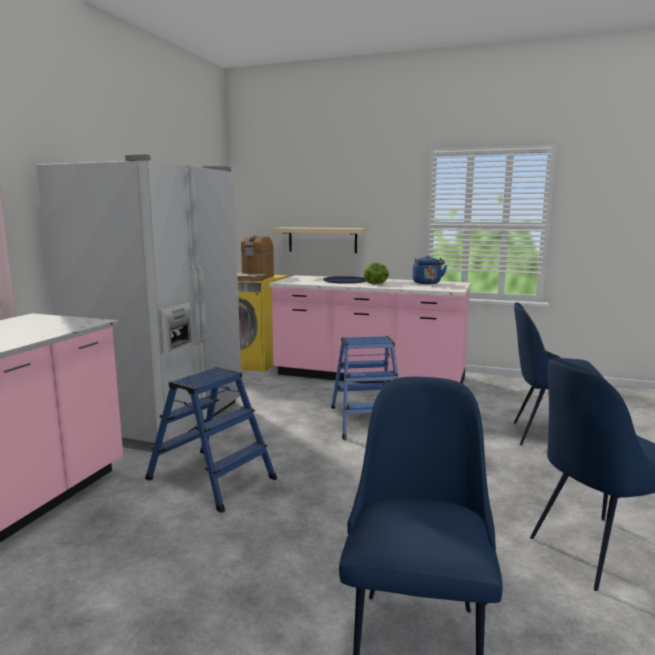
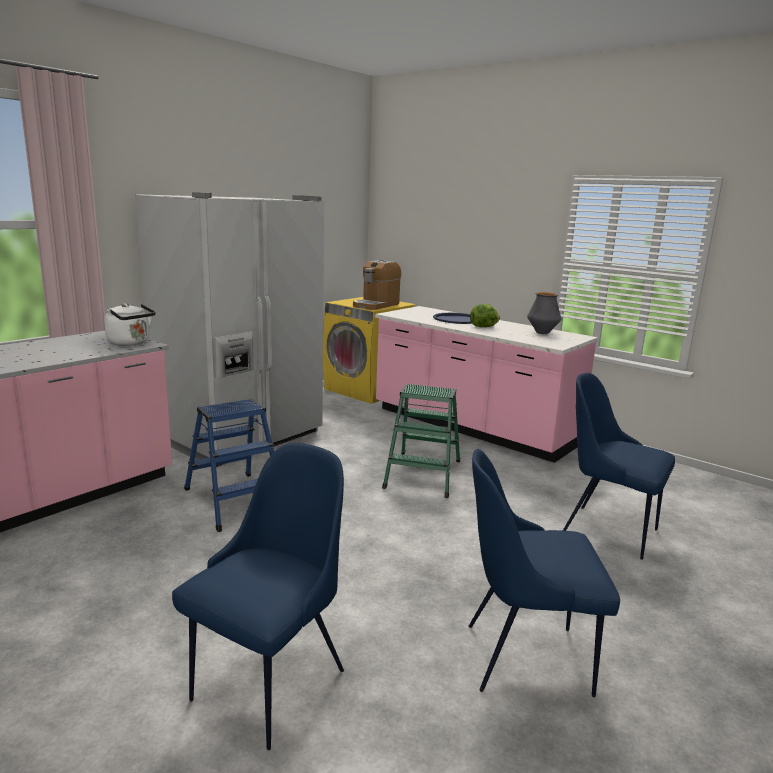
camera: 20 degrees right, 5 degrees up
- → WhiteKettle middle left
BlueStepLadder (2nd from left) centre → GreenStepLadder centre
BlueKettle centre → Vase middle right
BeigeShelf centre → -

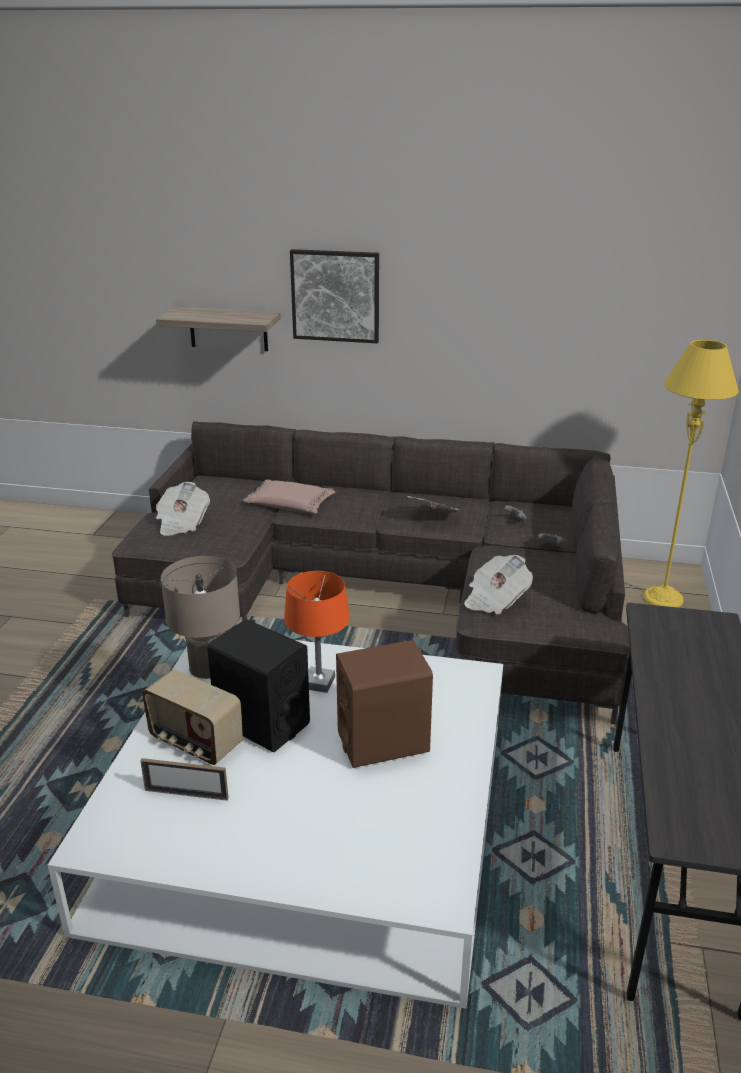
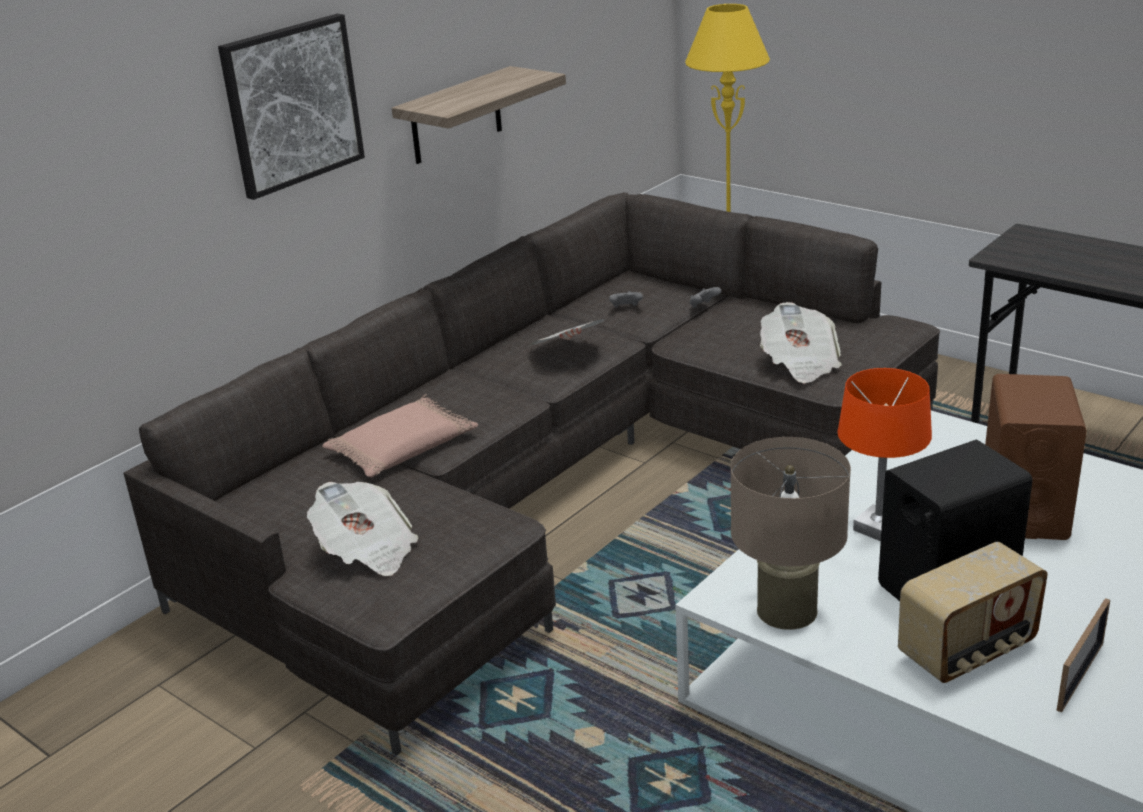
camera: 60 degrees left, 0 degrees up
Shelf top left → Shelf top centre, moved

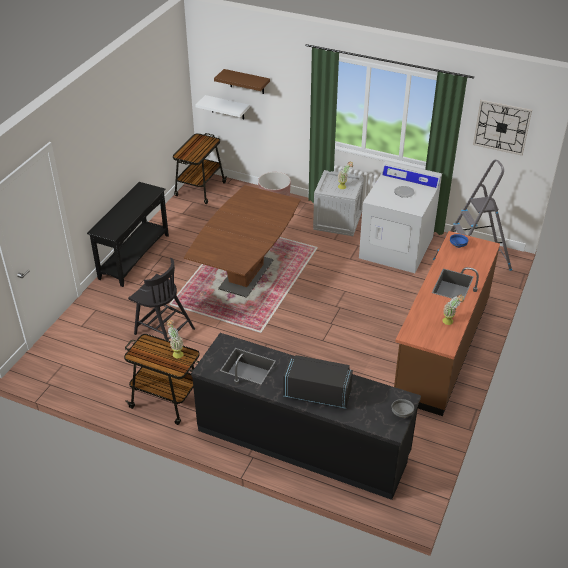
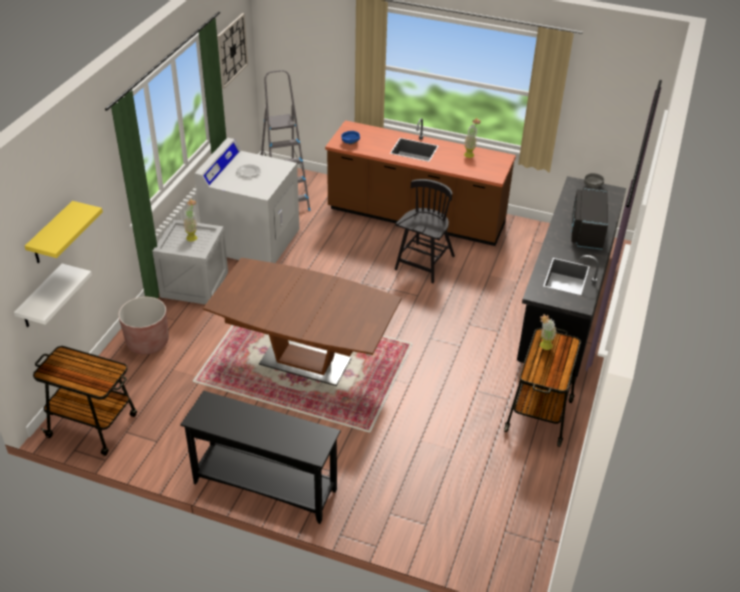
camera: 95 degrees left, 0 degrees up
BrownShelf top centre → YellowShelf middle left
BlackChair middle left → BlackChair centre, moved

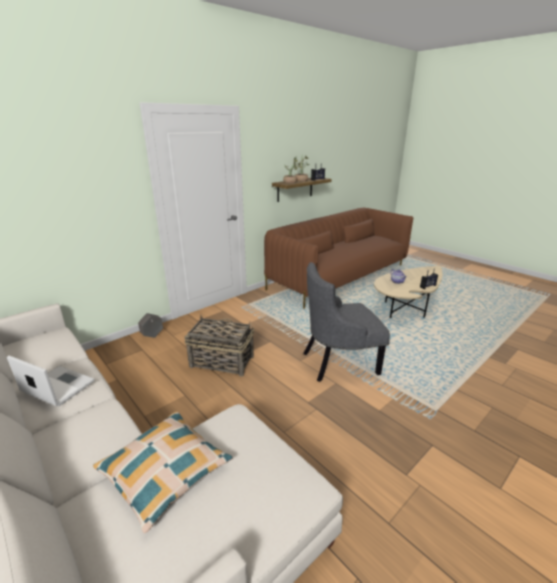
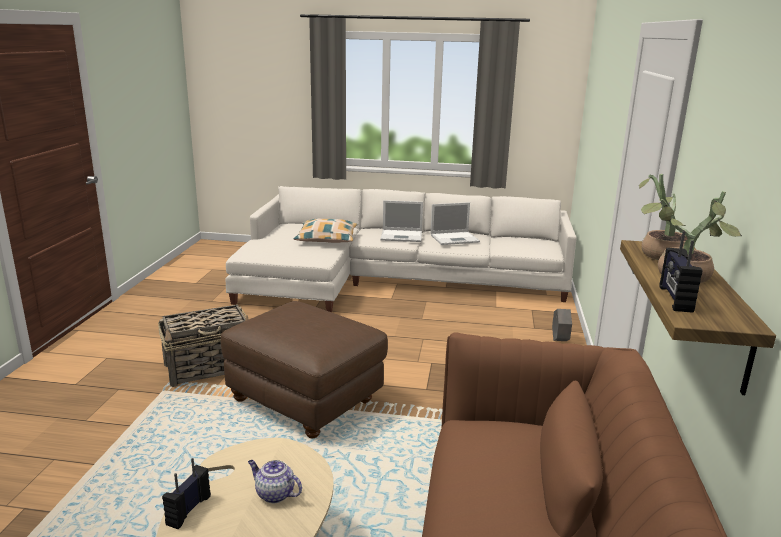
camera: 140 degrees right, 5 degrees down
Basket centre → Basket middle left, moved
GreyArmchair centre → BrownOttoman bottom centre
- → Laptop (1st from left) centre

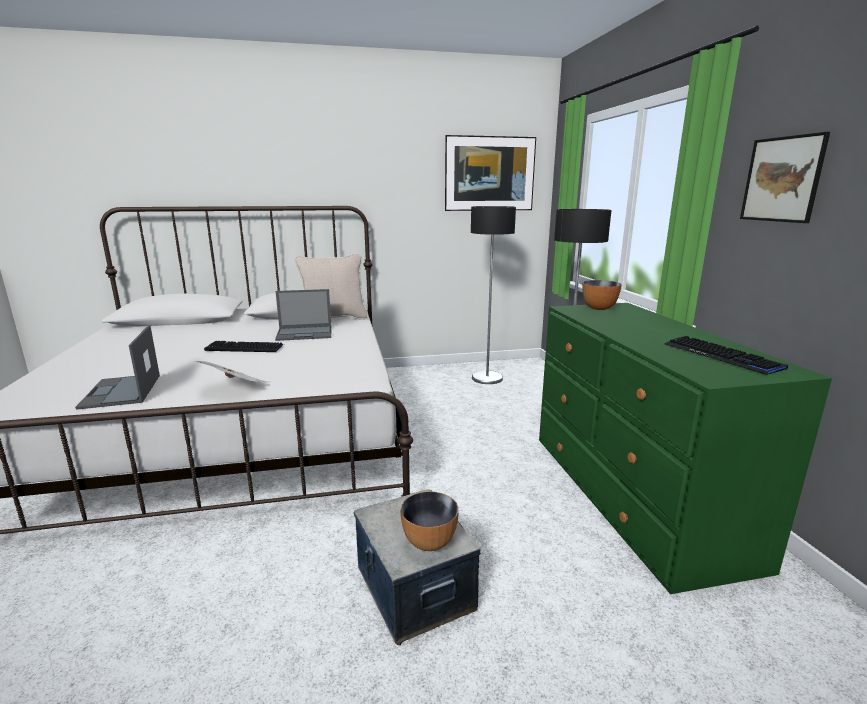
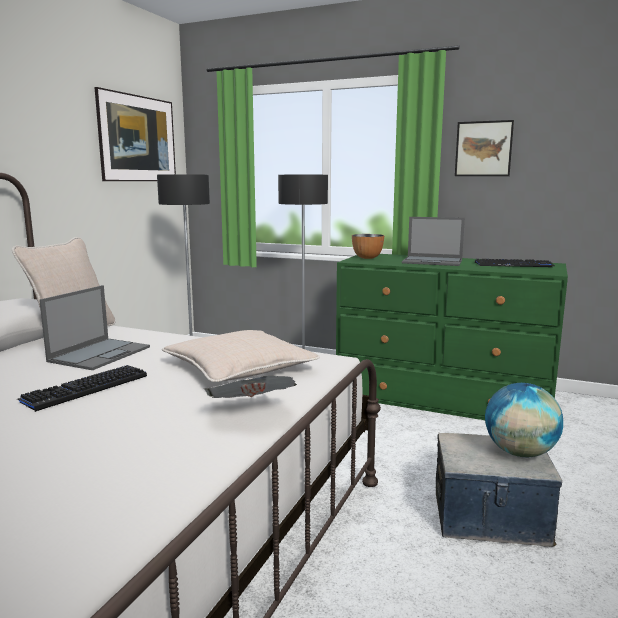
camera: 55 degrees left, 5 degrees down
- → BeigePillow (2nd from left) centre
Laptop (1st from left in the first image) middle left → Laptop (2nd from left) middle right, moved
Bowl (1st from left) bottom centre → Globe bottom right

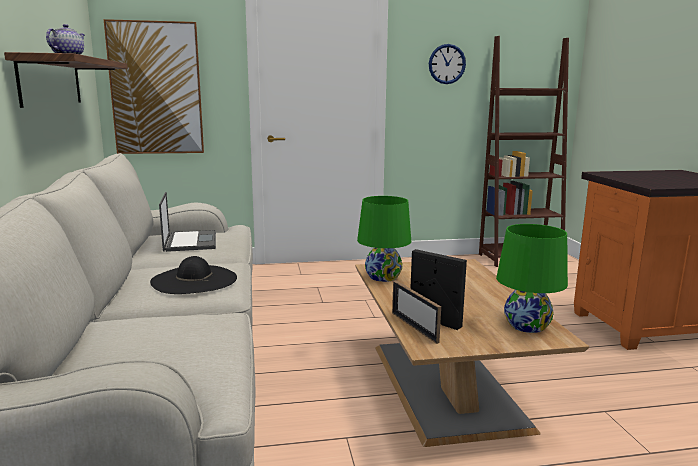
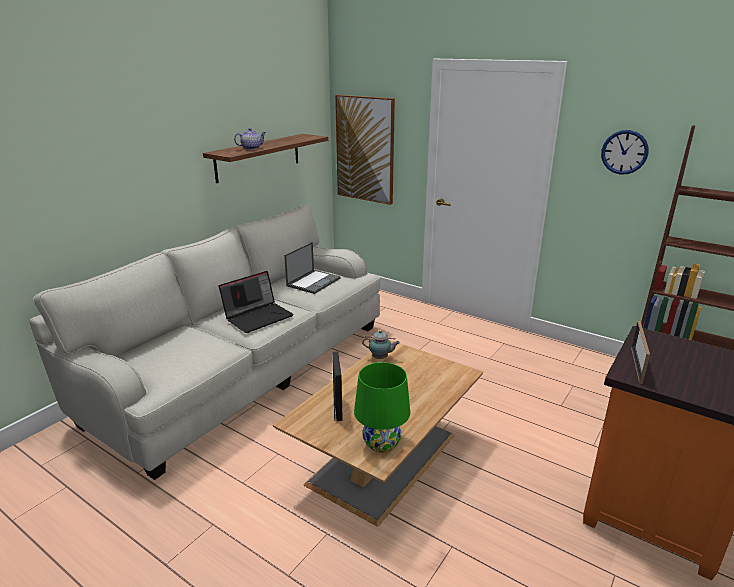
camera: 45 degrees right, 10 degrees up
BlackHat middle left → Laptop (1st from left) centre
GreenTableLamp (1st from left) centre → Teapot (2nd from left) centre
PictureFrame (1st from left in the first image) bottom centre → PictureFrame (2nd from left) middle right, moved

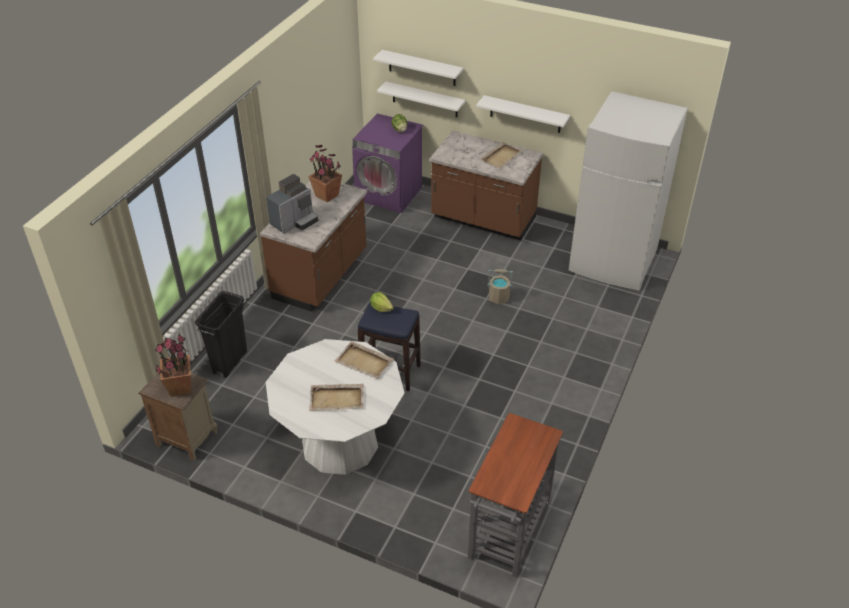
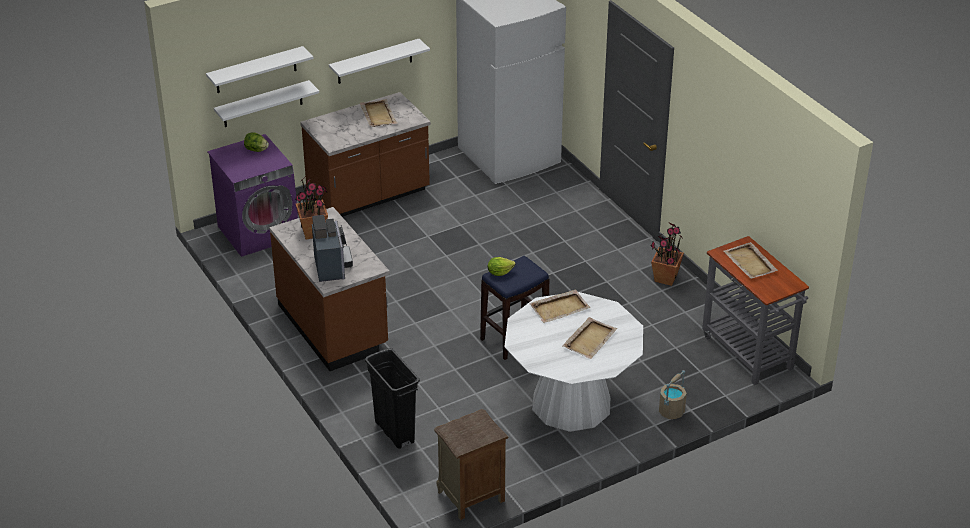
camera: 55 degrees left, 5 degrees down
PottedPlant (1st from left in the first image) middle left → PottedPlant (2nd from left) middle right, moved
BeigeBucket centre → BeigeBucket bottom right, moved
- → BeigeTray (4th from left) middle right

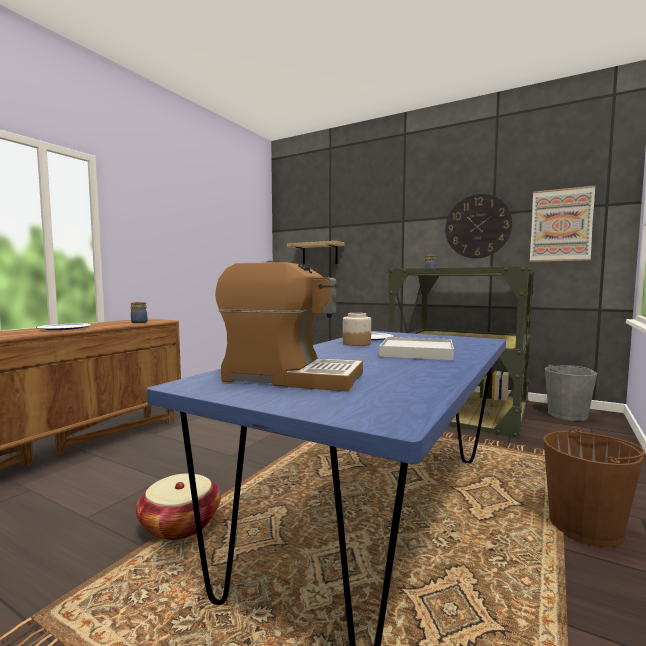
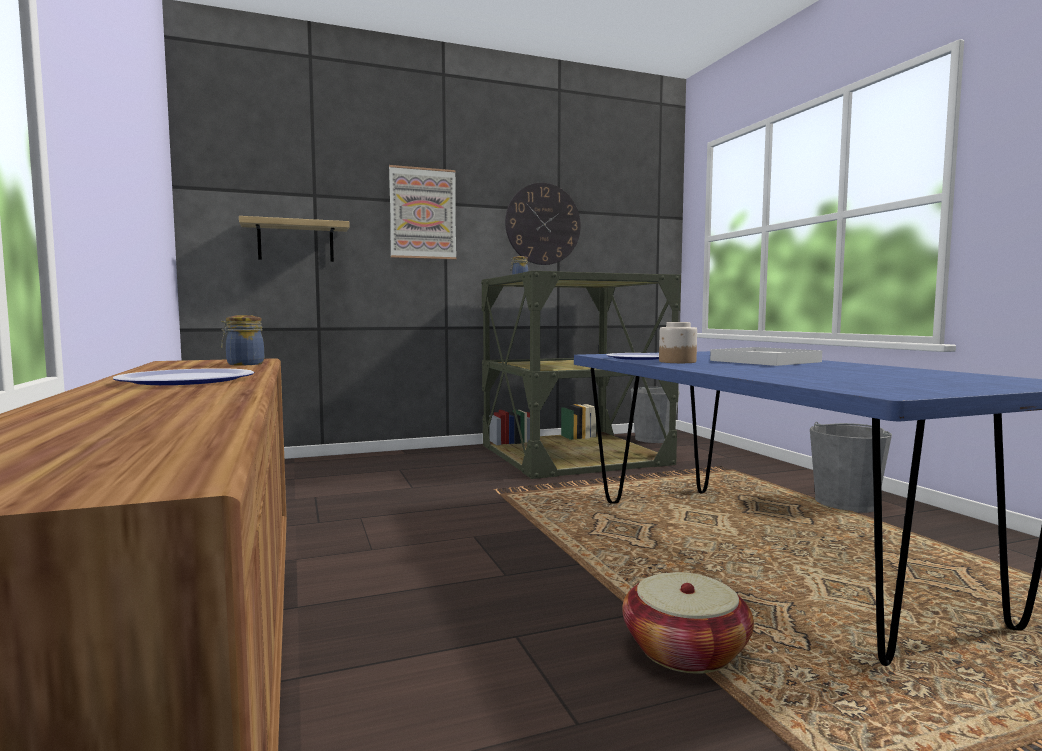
camera: 50 degrees left, 0 degrees up
Picture middle right → Picture top centre, moved
BrownBucket bottom right → GreyBucket (2nd from left) middle right
CoffeeMachine centre → -

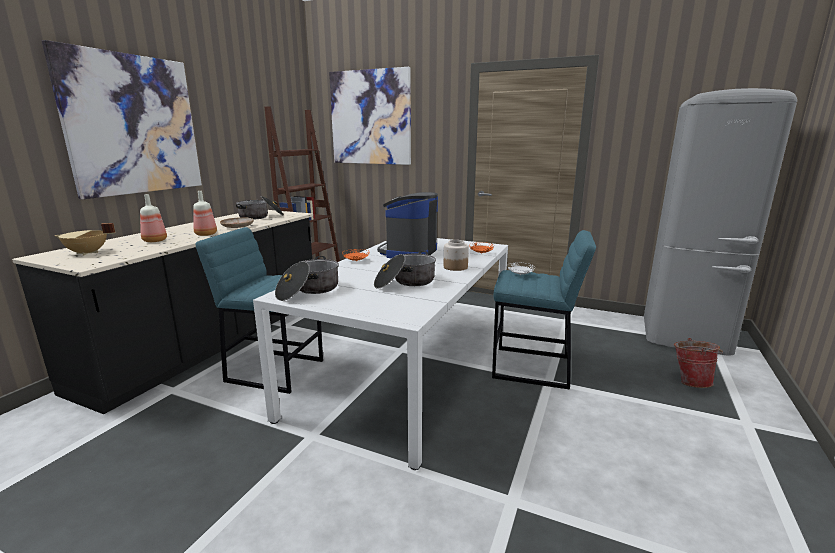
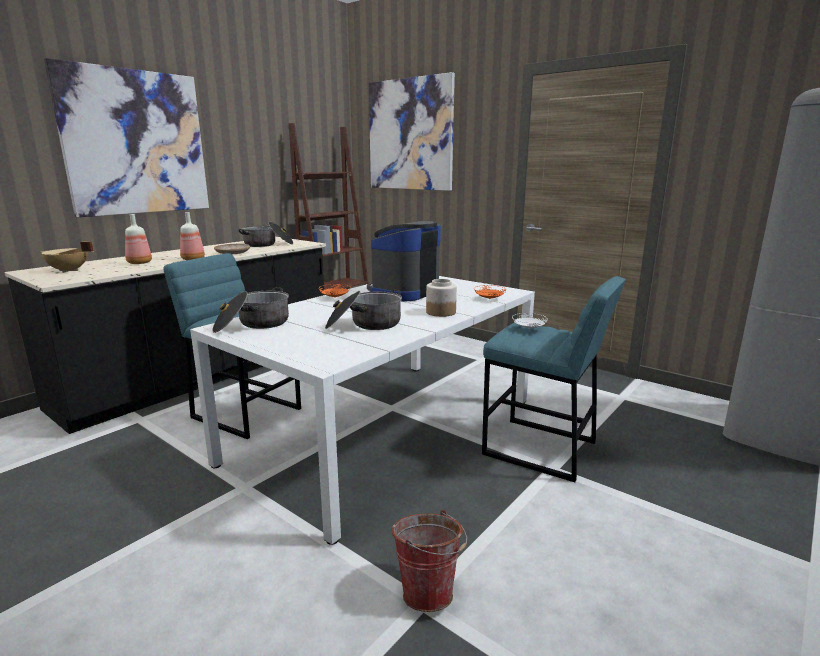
camera: 15 degrees right, 0 degrees up
Bucket middle right → Bucket bottom centre, moved

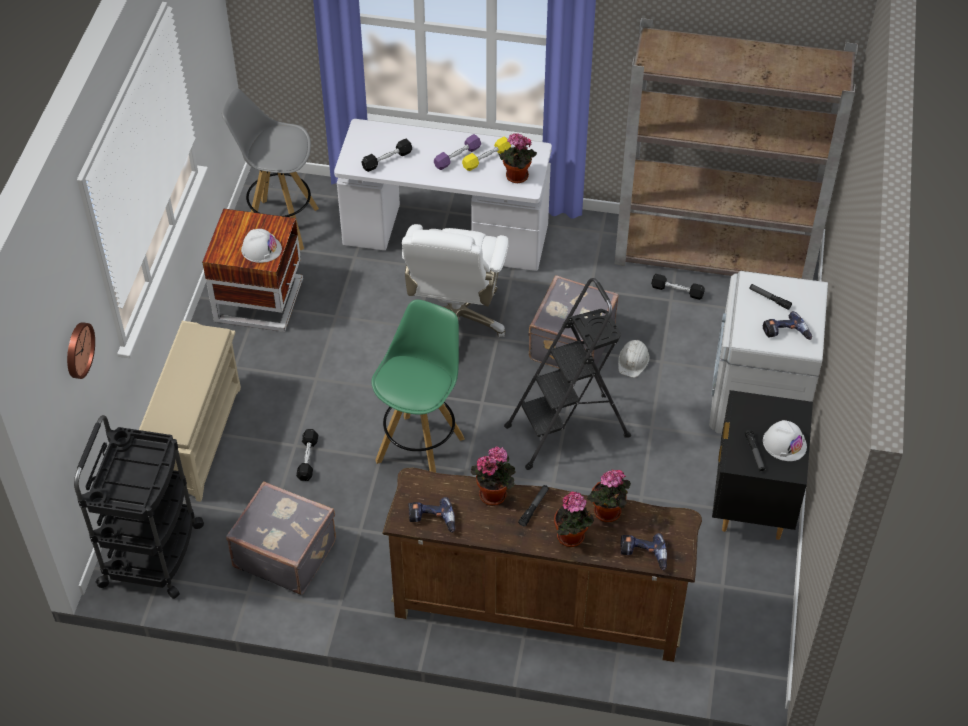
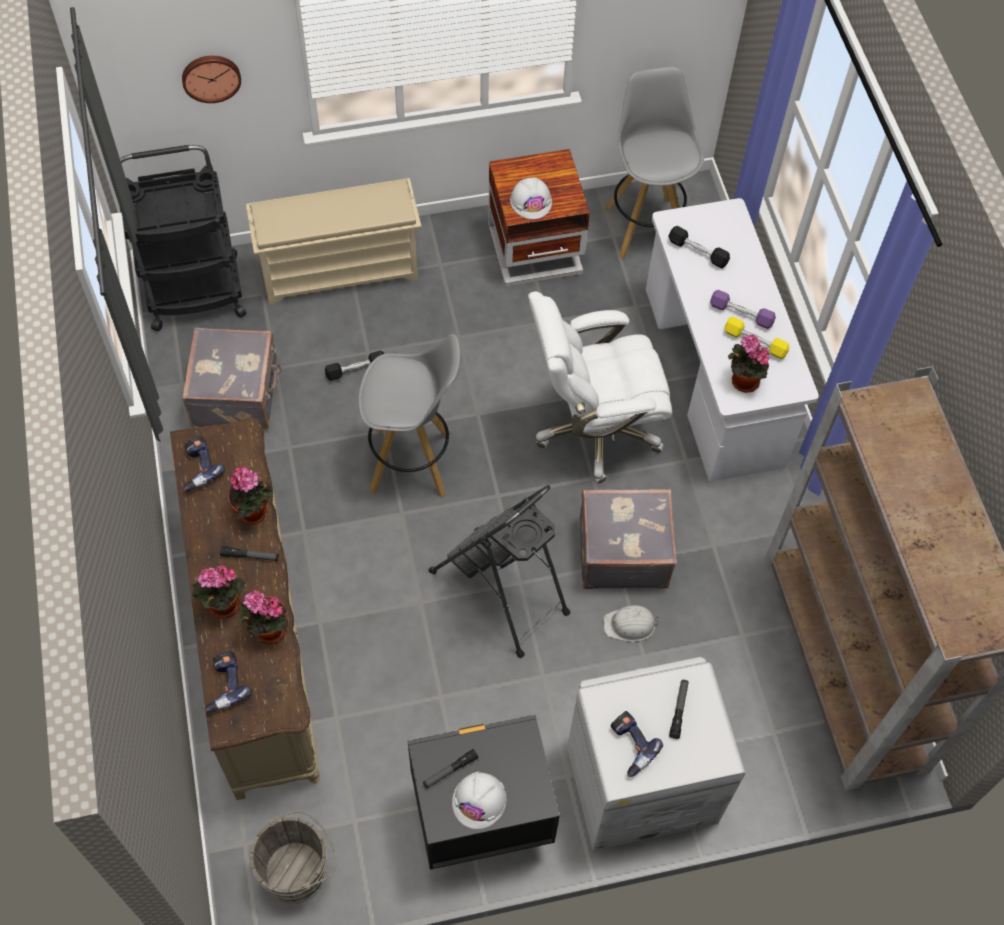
camera: 65 degrees right, 10 degrees up
- → GreyBucket bottom left
GreenStool centre → GreyStool (1st from left) centre
BlackDumbbell (3rd from left) middle right → -

